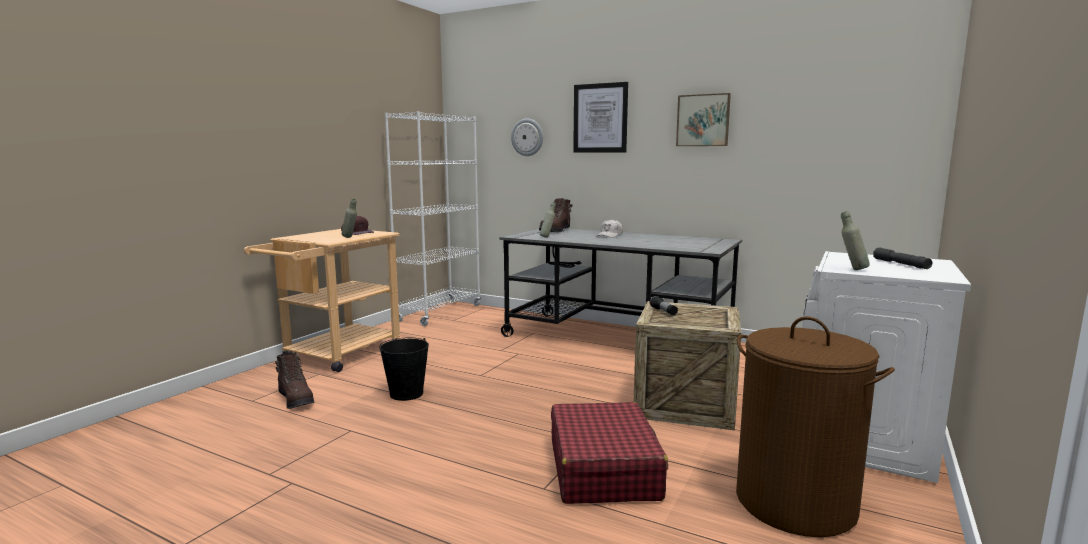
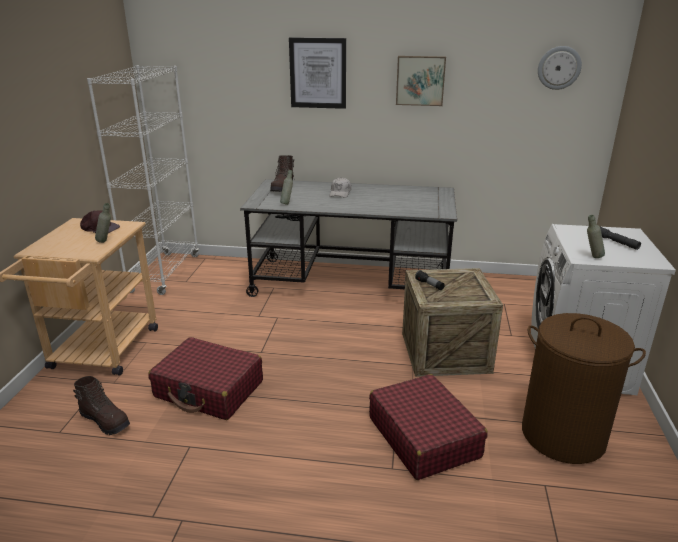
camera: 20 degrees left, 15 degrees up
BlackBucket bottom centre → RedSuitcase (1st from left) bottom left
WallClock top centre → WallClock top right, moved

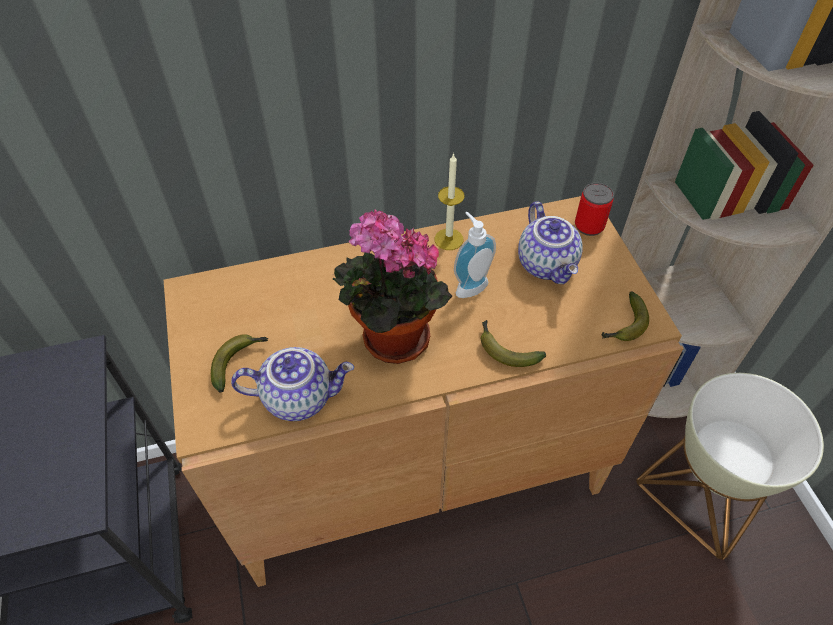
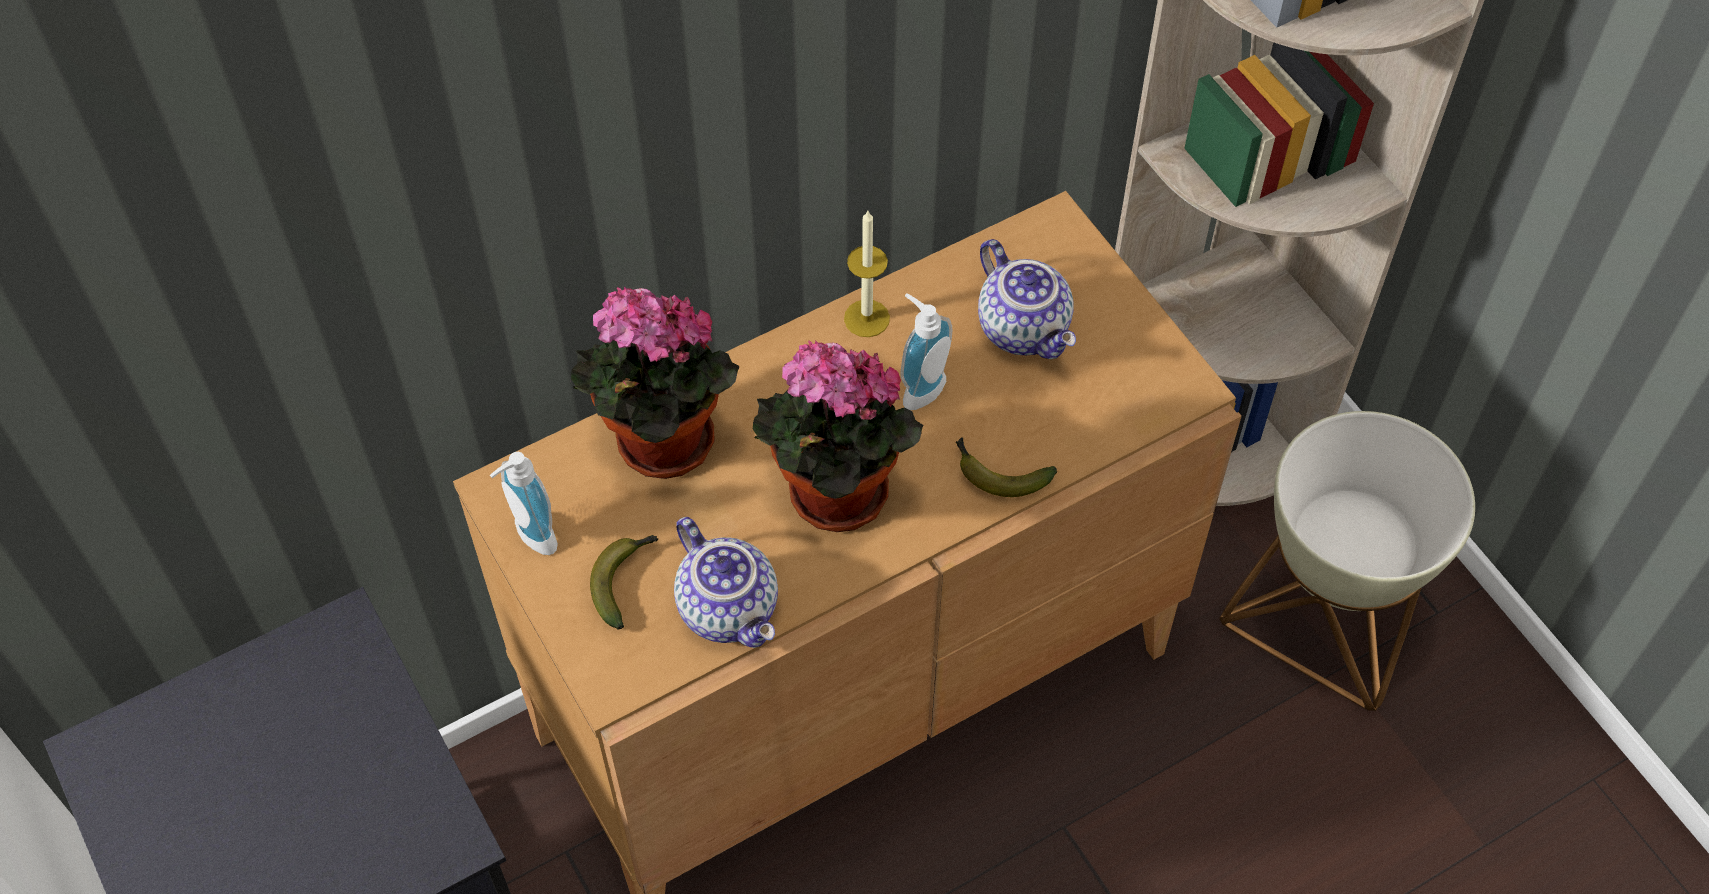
camera: 15 degrees left, 5 degrees up
- → SoapDispenser (1st from left) middle left
- → PottedPlant (1st from left) centre
Teapot (1st from left) centre, 75 degrees clockwise
Can middle right → -
Banana (3rd from left) middle right → -

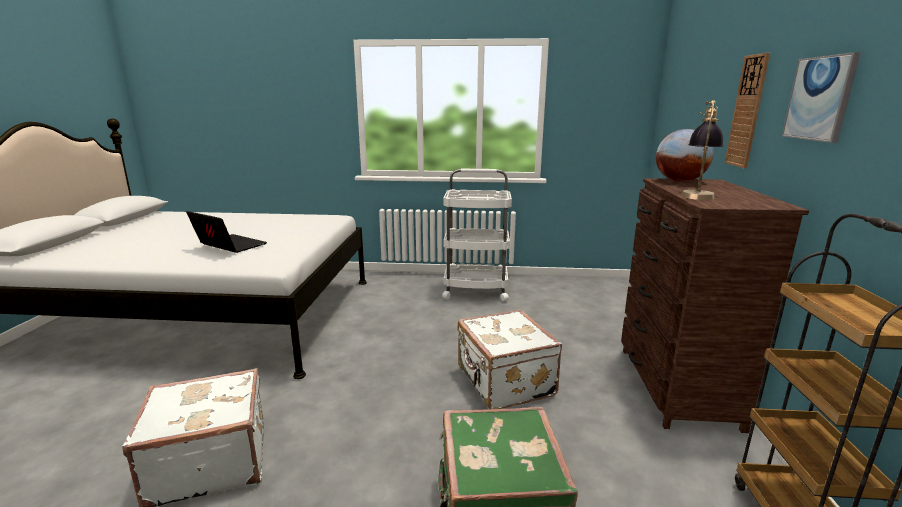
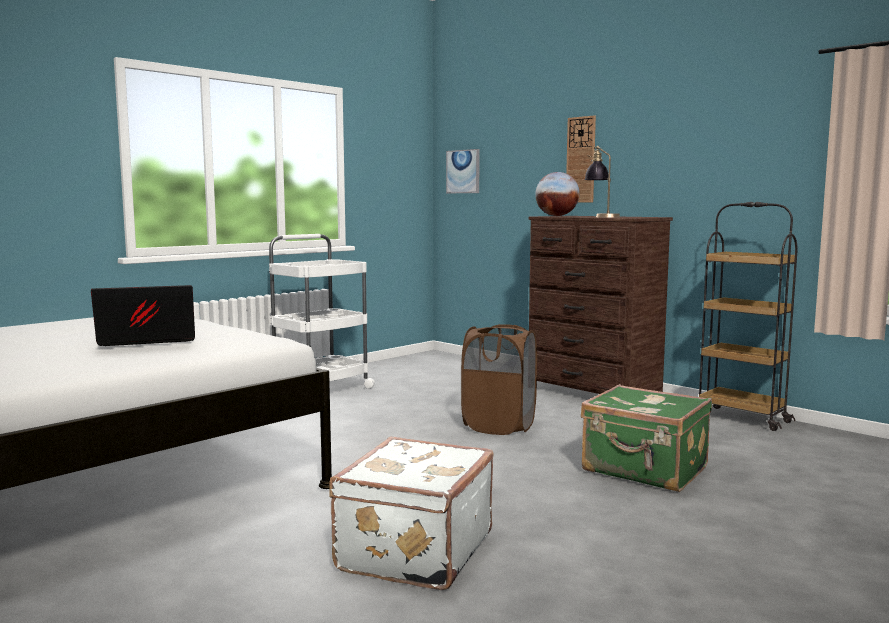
camera: 50 degrees left, 10 degrees down
Picture top right → Picture top centre, moved
WhiteSuitcase (2nd from left) bottom centre → BrownLaundryBasket centre

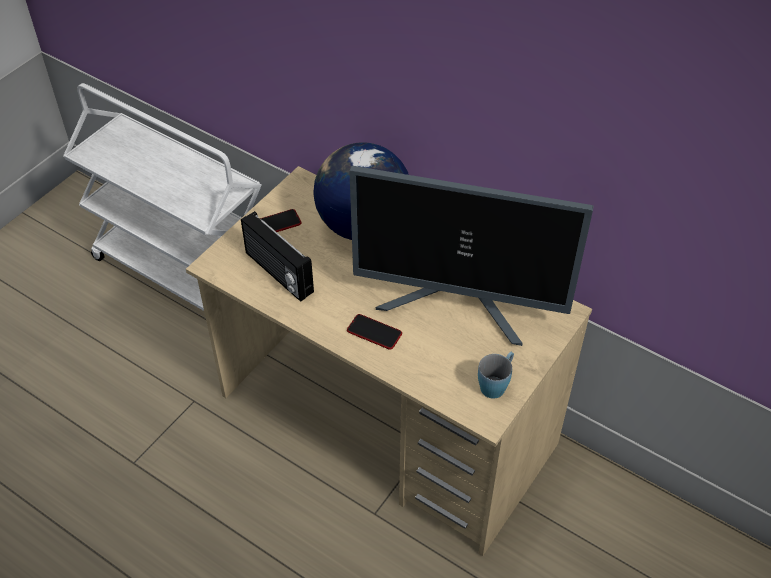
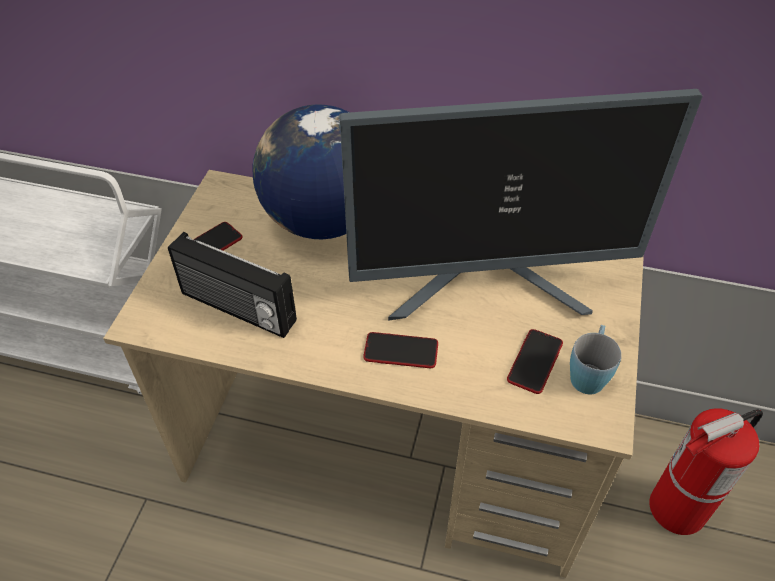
camera: 20 degrees left, 0 degrees up
- → Phone (3rd from left) middle right
- → FireExtinguisher bottom right

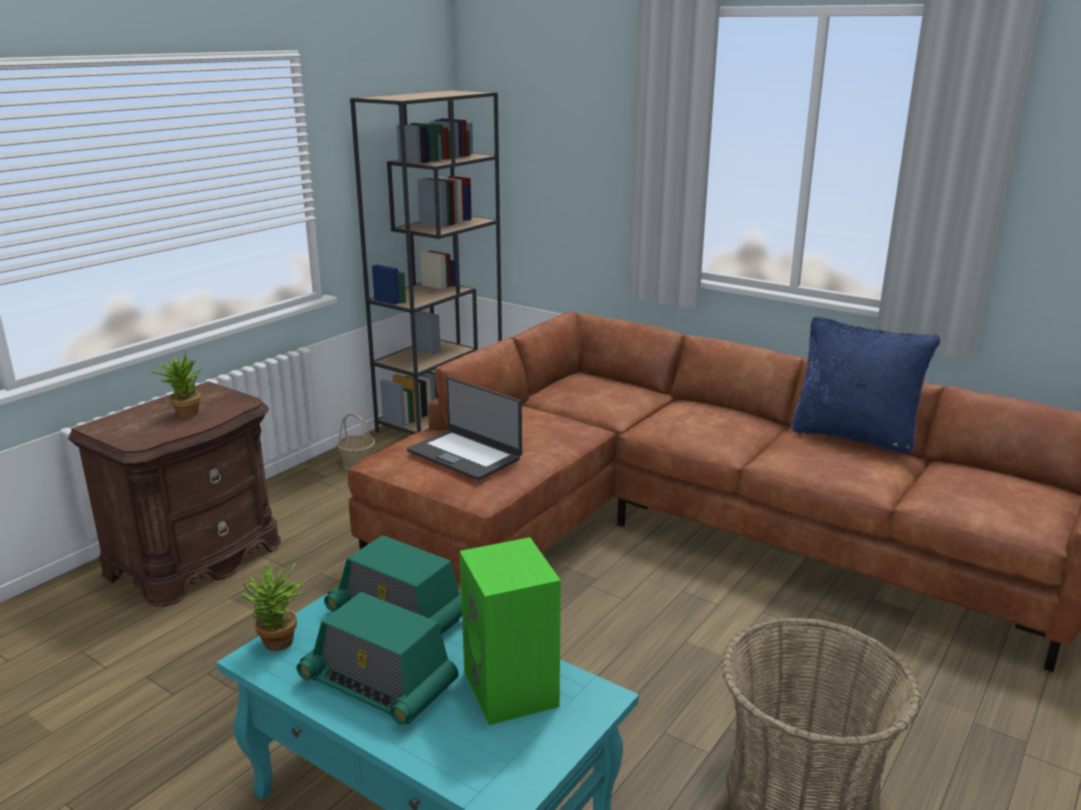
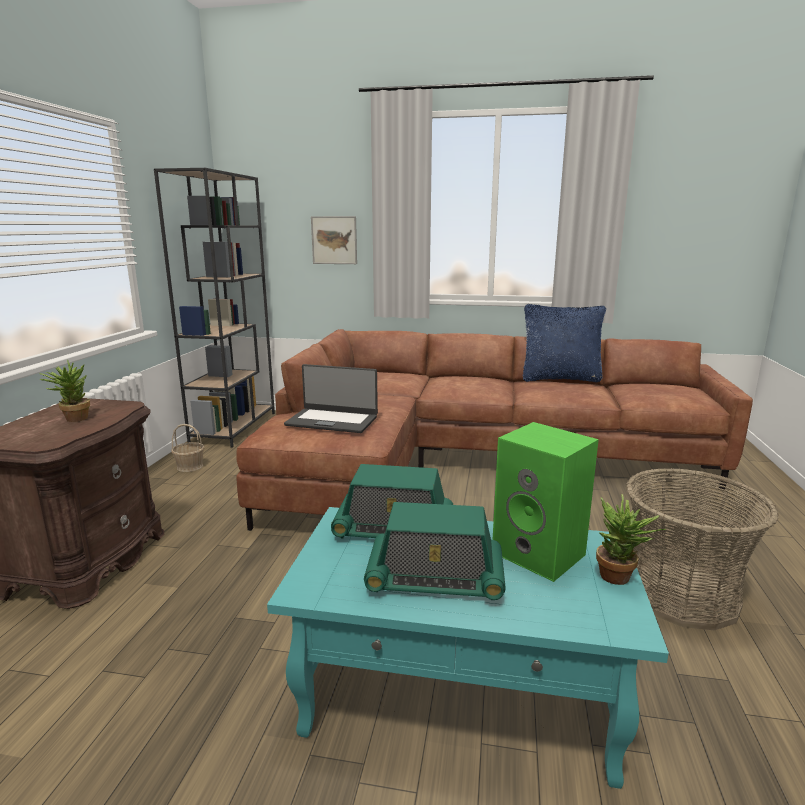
camera: 25 degrees left, 5 degrees down
- → Picture top centre
PottedPlant (2nd from left) bottom left → PottedPlant (2nd from left) bottom right, moved

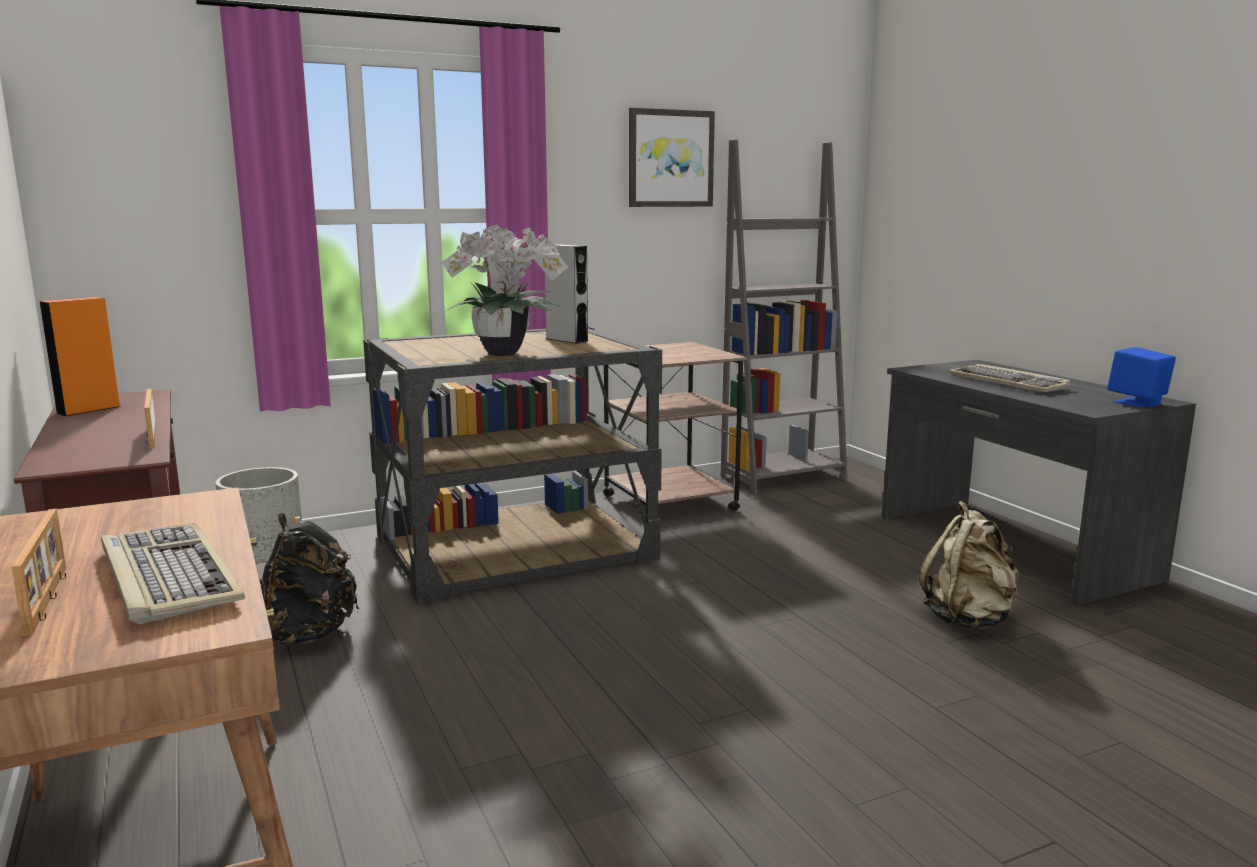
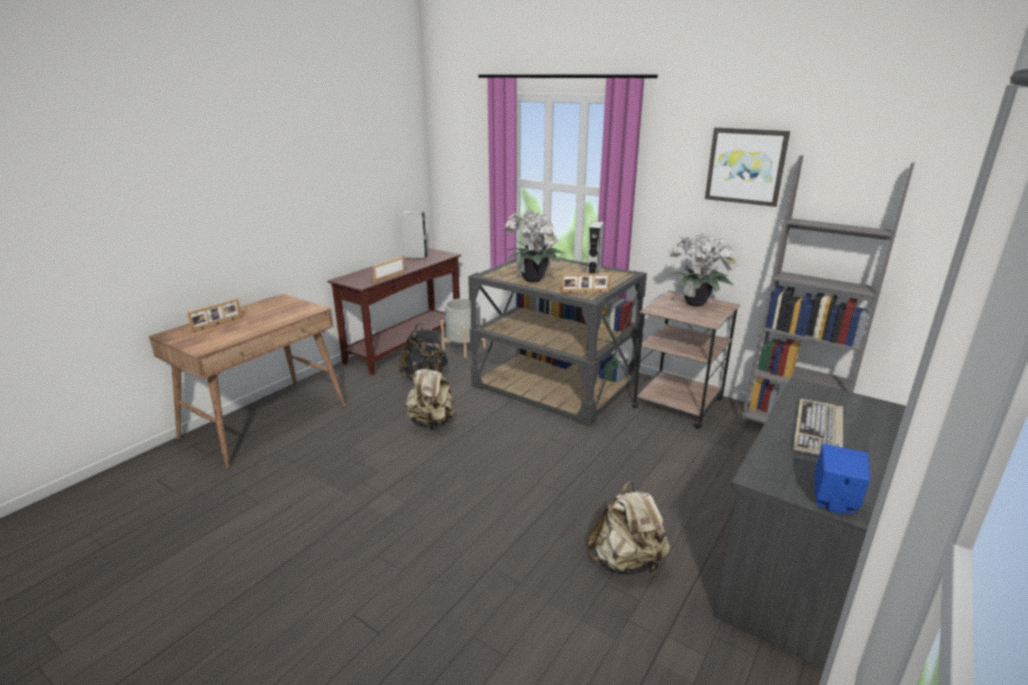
camera: 60 degrees right, 10 degrees up
OrangeSpeaker middle left → GreySpeaker (1st from left) centre
- → BeigeBackpack (1st from left) centre
- → PictureFrame (3rd from left) centre
- → PottedPlant (2nd from left) middle right
Keyboard (1st from left) middle left → -

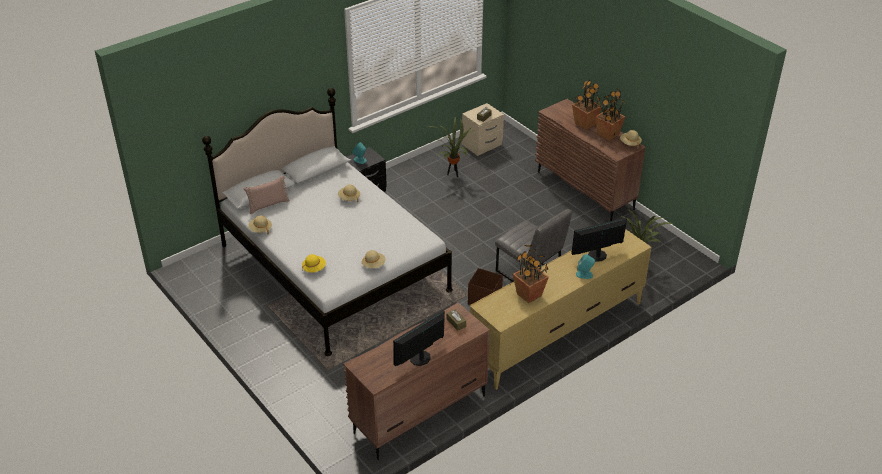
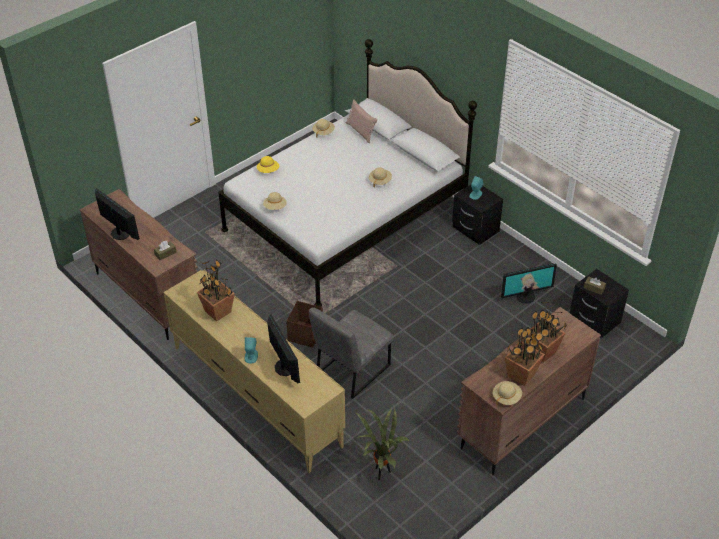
camera: 85 degrees right, 5 degrees up
PottedPlant (1st from left) top centre → Monitor (3rd from left) middle right
BeigeNightstand top centre → BlackNightstand (2nd from left) middle right

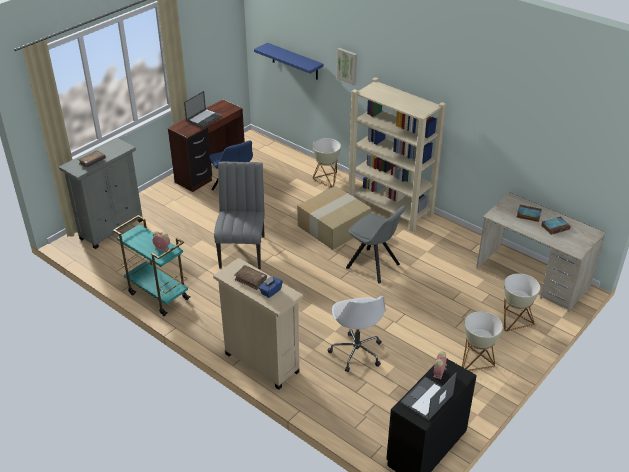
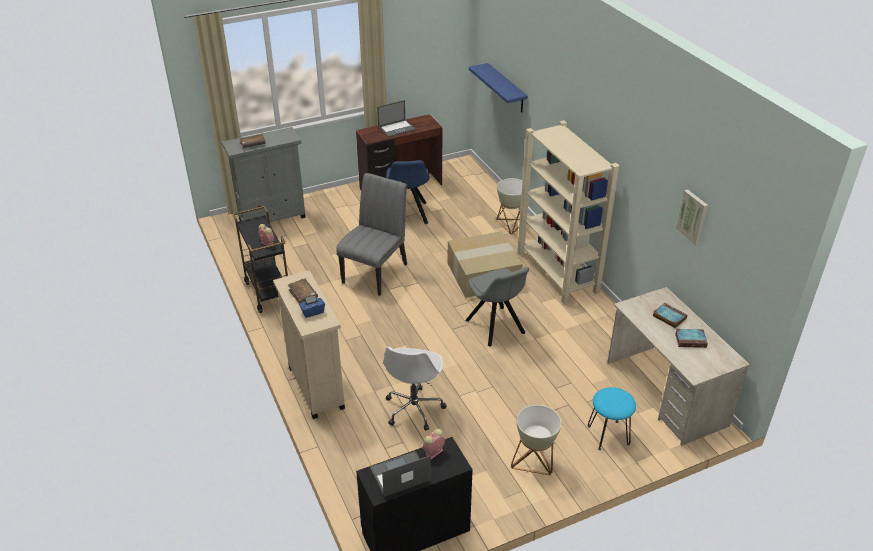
camera: 25 degrees right, 0 degrees up
TurquoiseCart middle left → BlackCart middle left
Planter (3rd from left) middle right → TurquoiseStool bottom right
Picture top centre → Picture middle right, moved

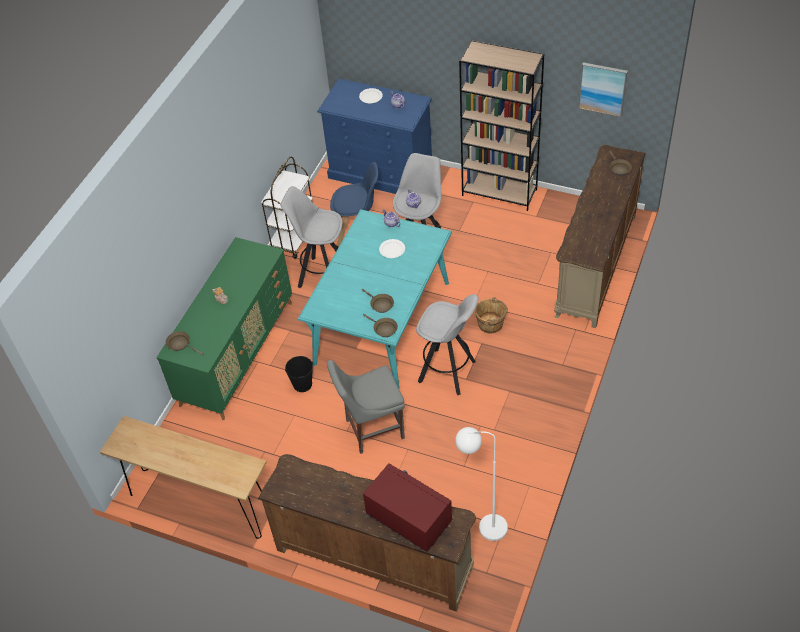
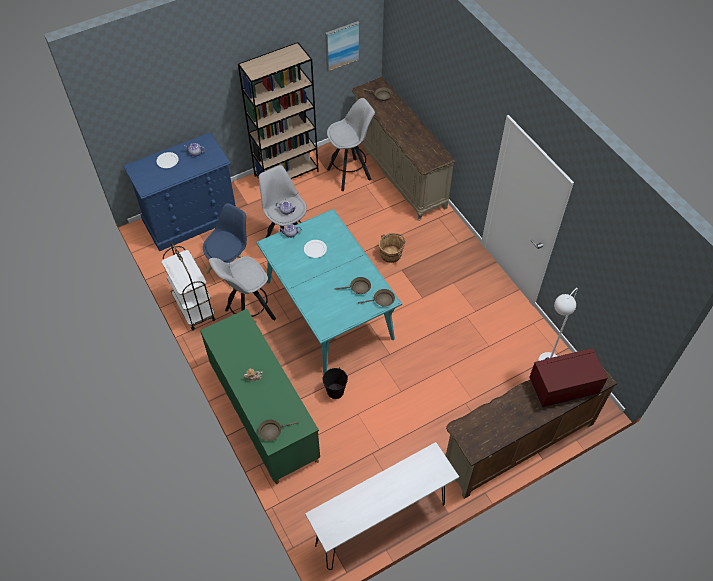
camera: 55 degrees left, 5 degrees up
BrownConsoleTable bottom left → WhiteConsoleTable bottom centre
GreyStool (3rd from left) centre → GreyStool (3rd from left) top centre, moved
GreyChair centre → -

